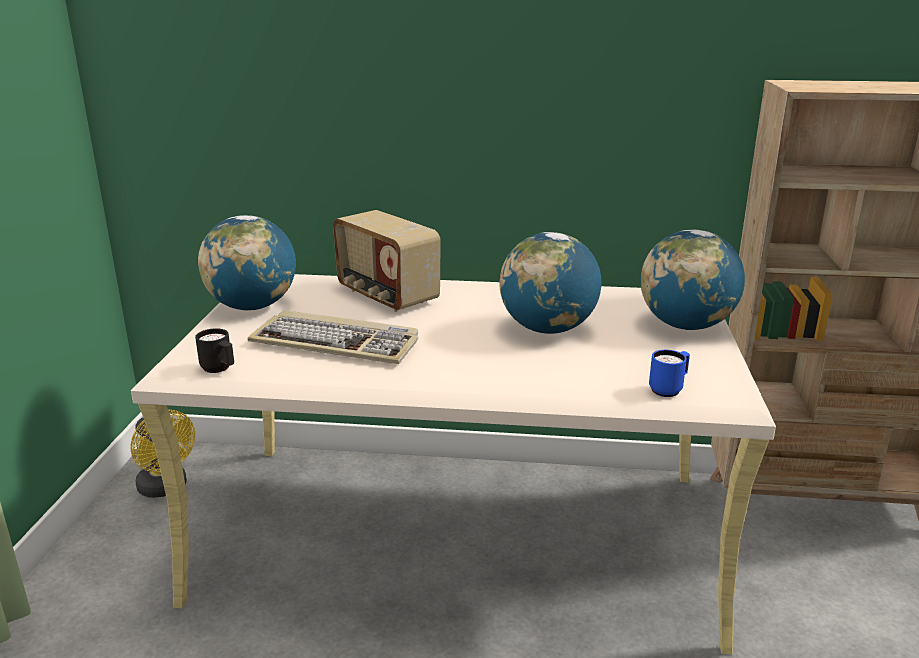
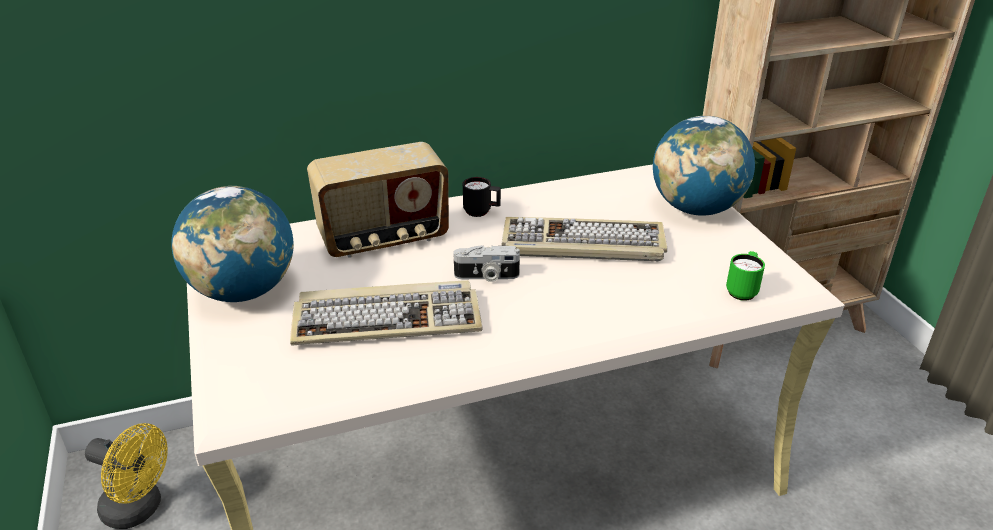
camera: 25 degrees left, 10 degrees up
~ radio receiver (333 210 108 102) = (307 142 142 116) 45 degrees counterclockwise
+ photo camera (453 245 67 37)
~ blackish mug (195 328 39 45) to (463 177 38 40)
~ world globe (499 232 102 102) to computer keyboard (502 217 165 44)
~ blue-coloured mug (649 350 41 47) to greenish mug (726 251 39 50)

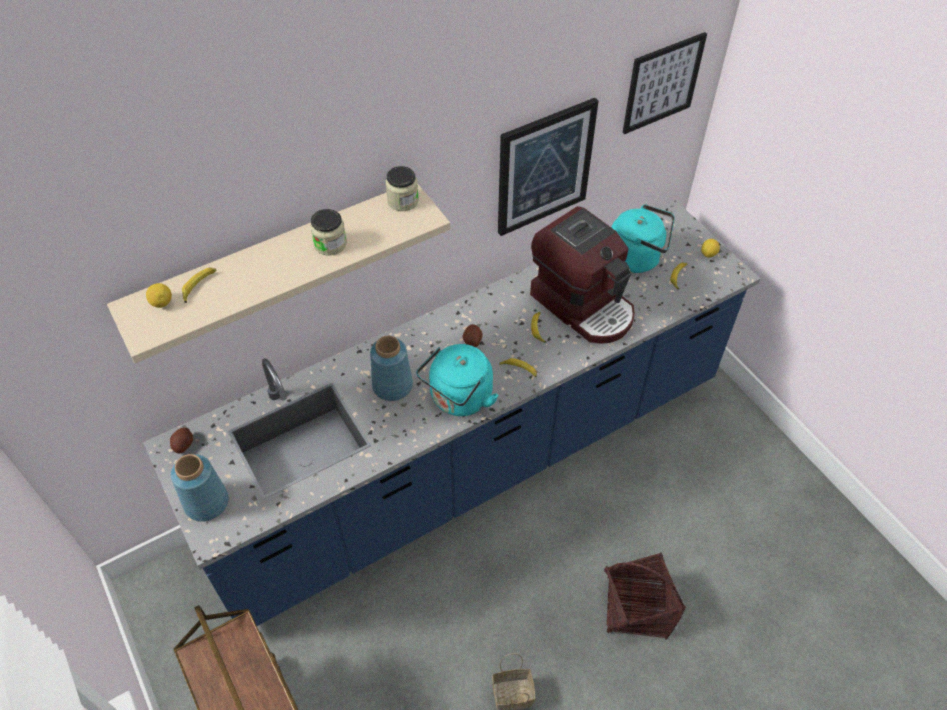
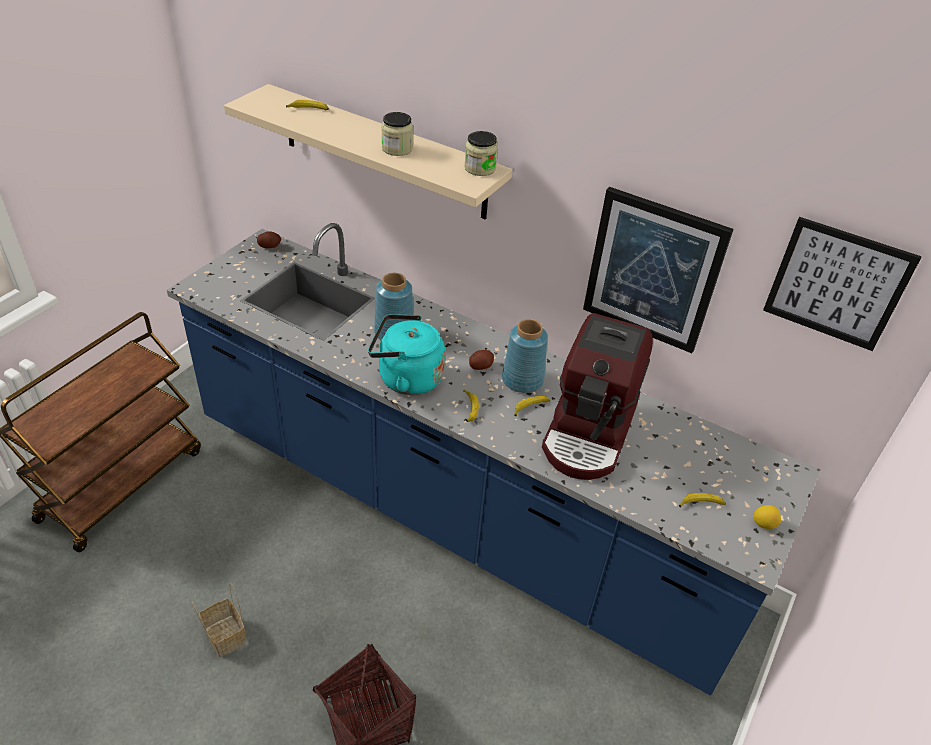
camera: 60 degrees right, 10 degrees down
~ blue-coloured vase (171 454 58 68) to (502 319 46 74)
- lemon (146 283 26 25)
- turquoise water kettle (611 204 64 69)

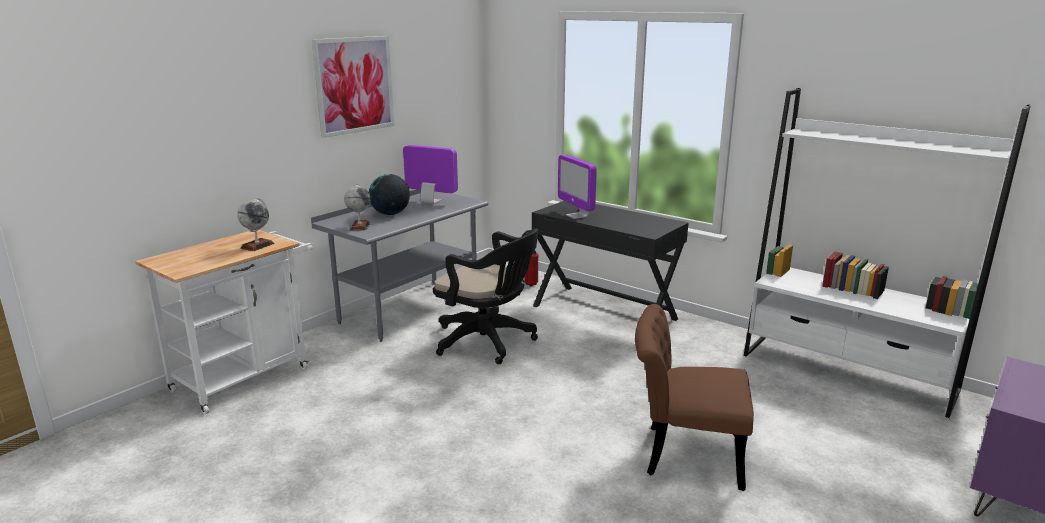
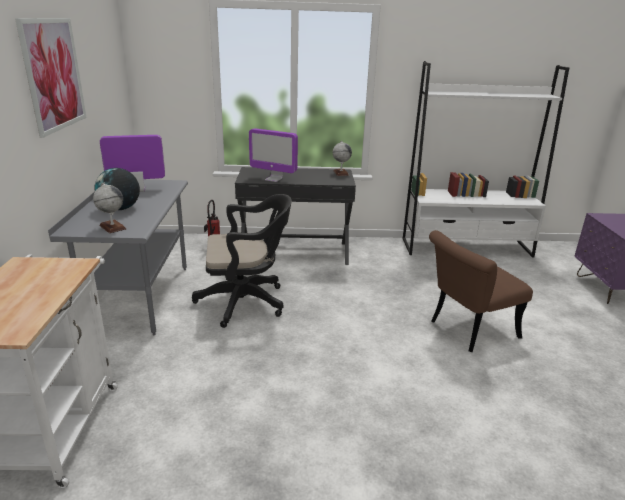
camera: 40 degrees left, 5 degrees up
~ world globe (237 198 38 53) to (333 141 19 35)

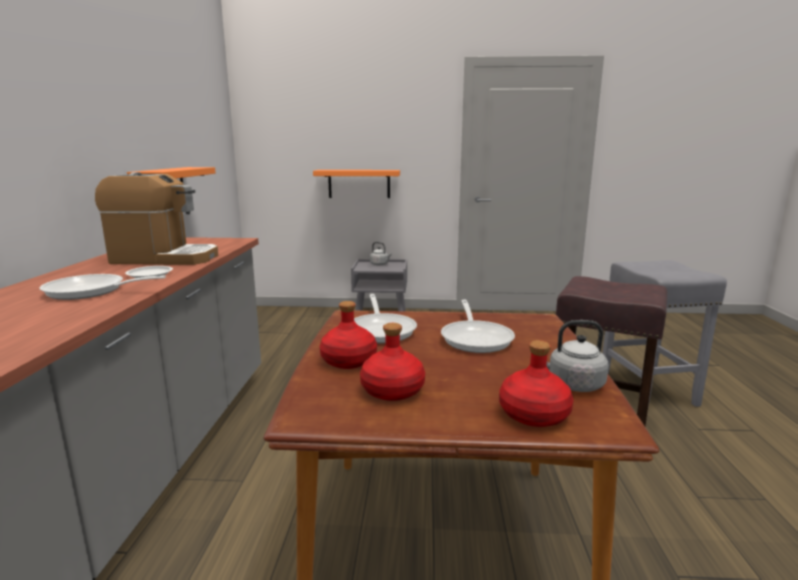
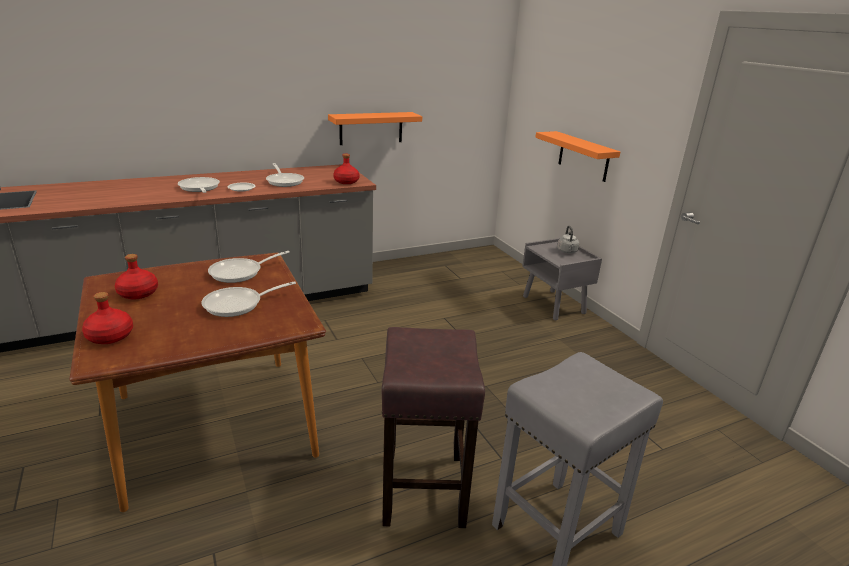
camera: 60 degrees right, 10 degrees up
~ coffee maker (95 172 123 93) to skillet (266 163 38 24)
~ red beverage bottle (320 301 57 68) to (333 154 27 30)
- gray water kettle (546 320 63 72)

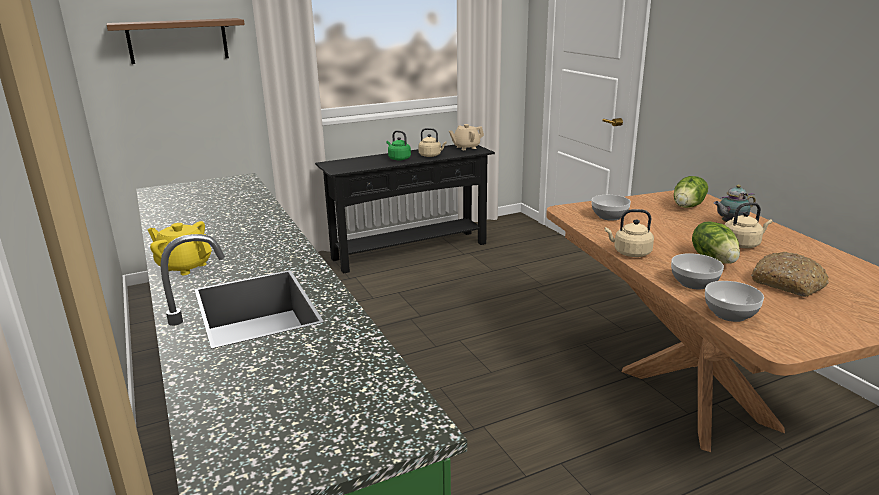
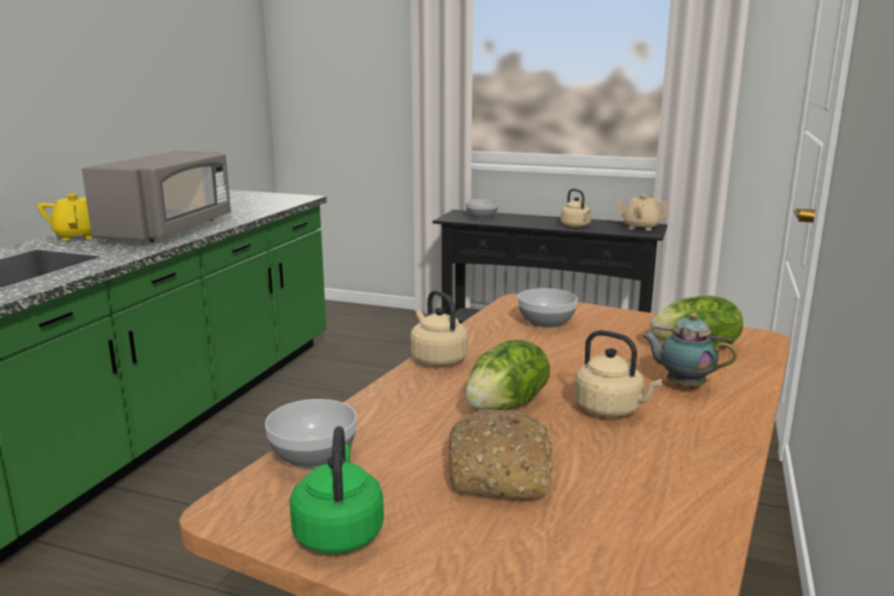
camera: 45 degrees right, 5 degrees down
+ gray kitchen microwave (82 151 149 91)
~ greenish water kettle (387 131 24 30) to (290 426 94 128)
~ serving bowl (671 253 53 36) to (465 199 34 20)
- brown-coloured wall shelf (107 18 138 46)

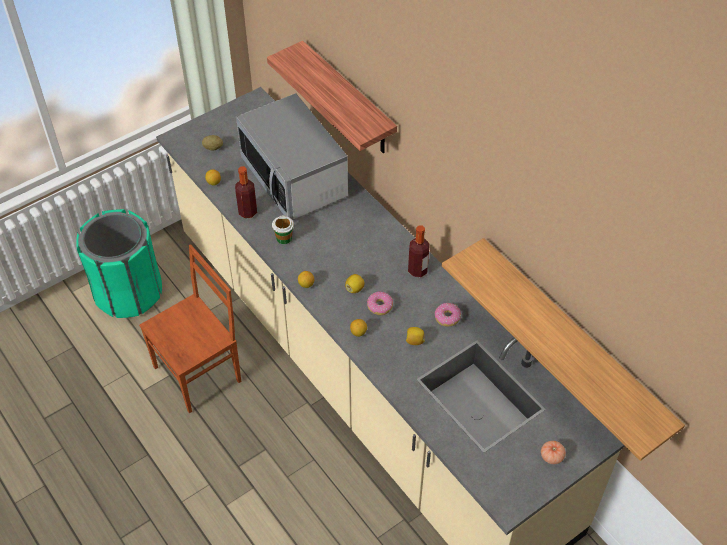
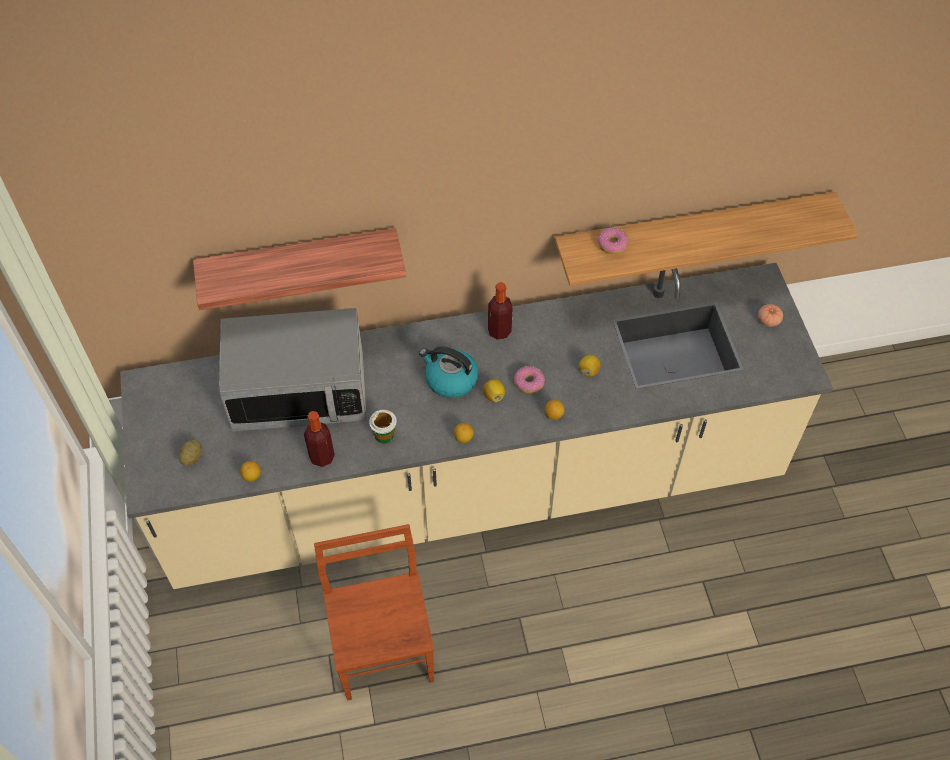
camera: 65 degrees left, 5 degrees up
+ water kettle (419 347 59 51)
~ donut (435 303 26 24) to (598 227 31 27)
- greenish waste bin (76 209 86 109)

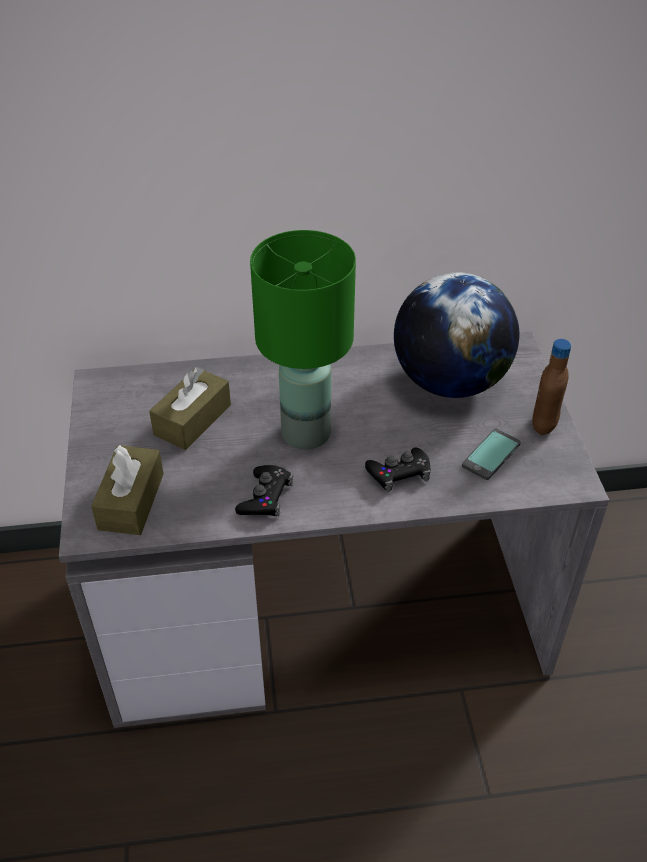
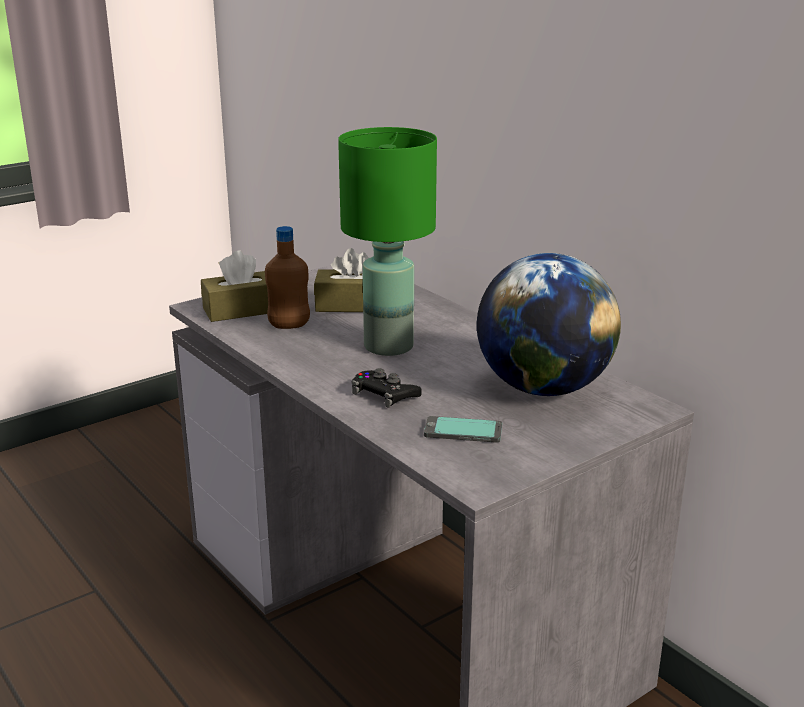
camera: 60 degrees right, 20 degrees down
~ brown-coloured beverage bottle (532 339 39 96) to (265 226 45 103)
- blackish game controller (235 465 58 52)

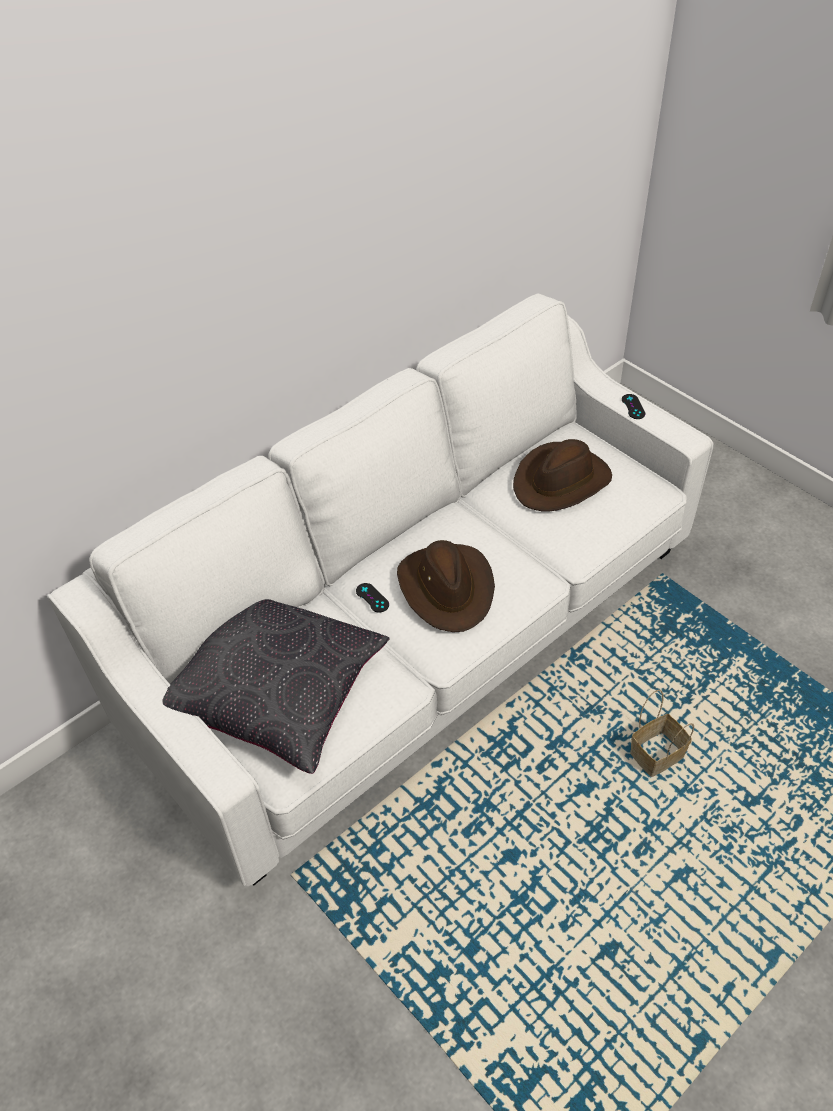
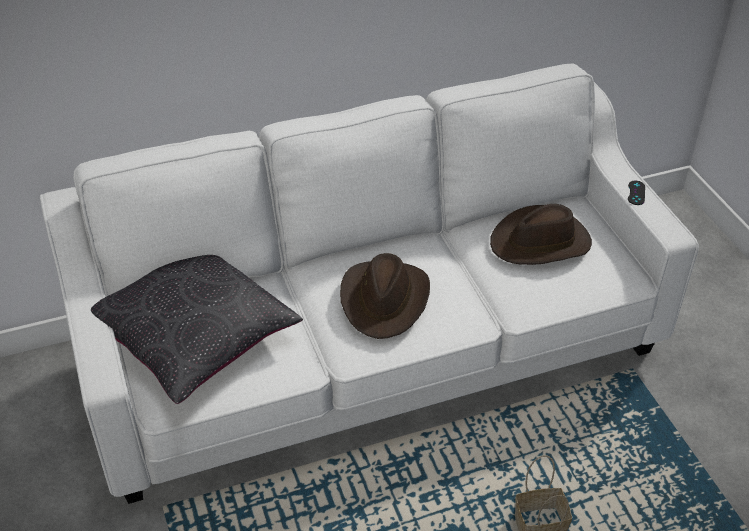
camera: 20 degrees right, 5 degrees down
- blackish game controller (356 583 33 30)

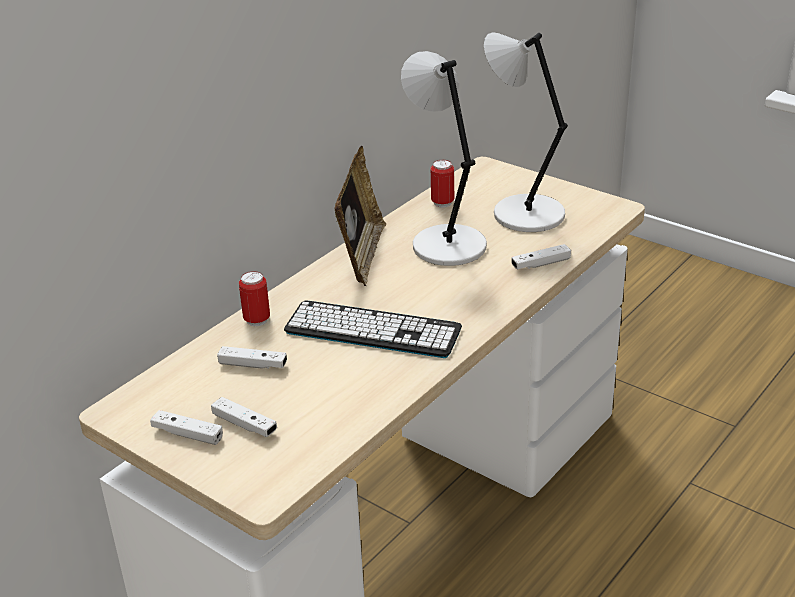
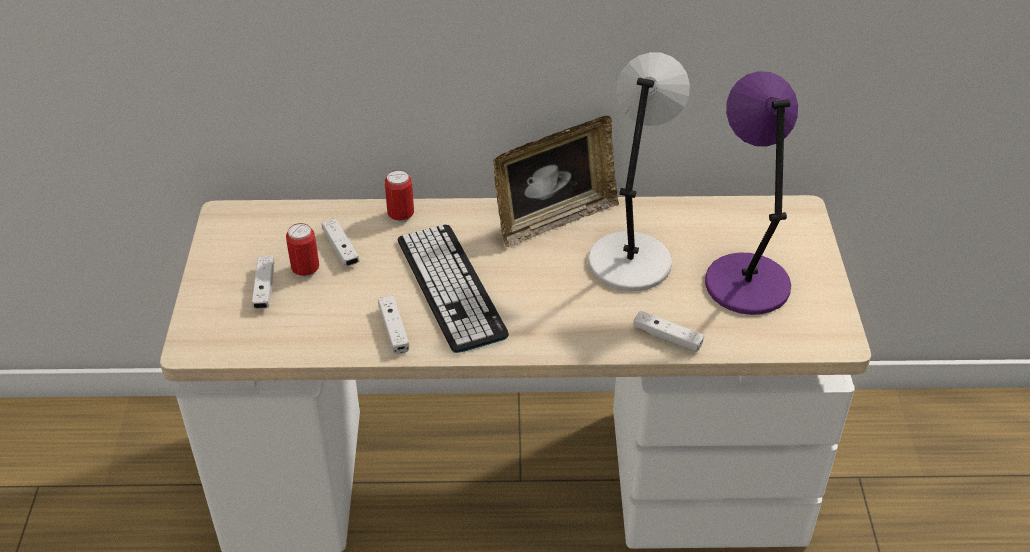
camera: 50 degrees right, 10 degrees up
~ metal can (431 160 23 48) to (286 223 33 55)
~ whitish game controller (150 410 73 35) to (378 296 31 58)
~ gray lamp for a table (484 32 84 200) to purplish lamp for a table (705 71 93 244)

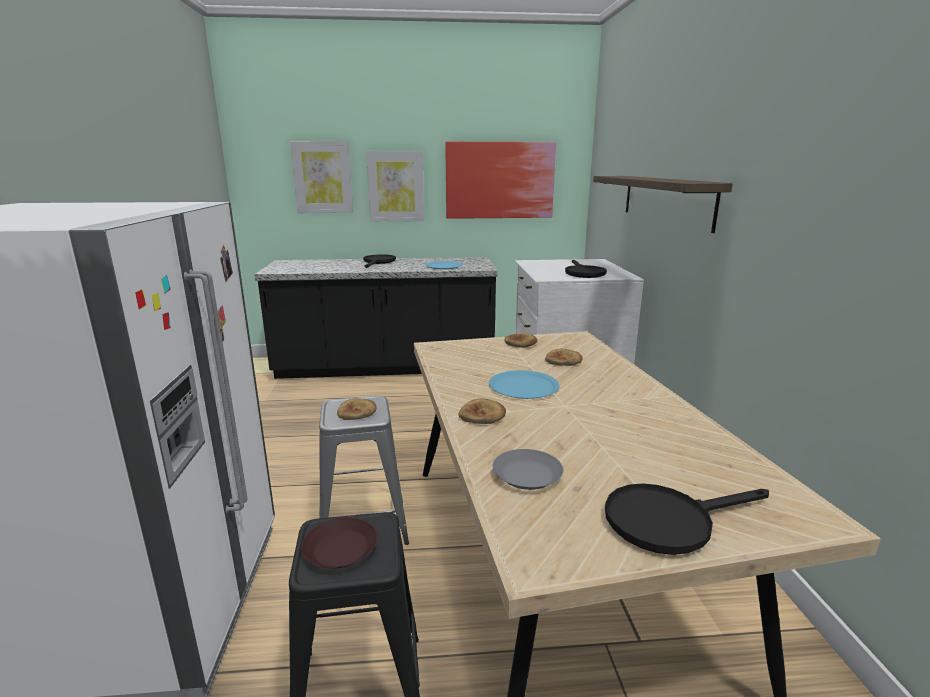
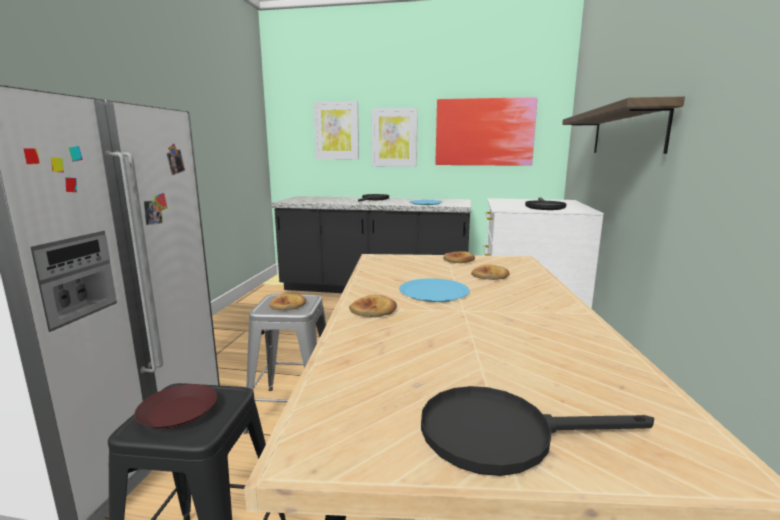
camera: 15 degrees right, 5 degrees down
- gray dinner plate (493 449 70 41)

